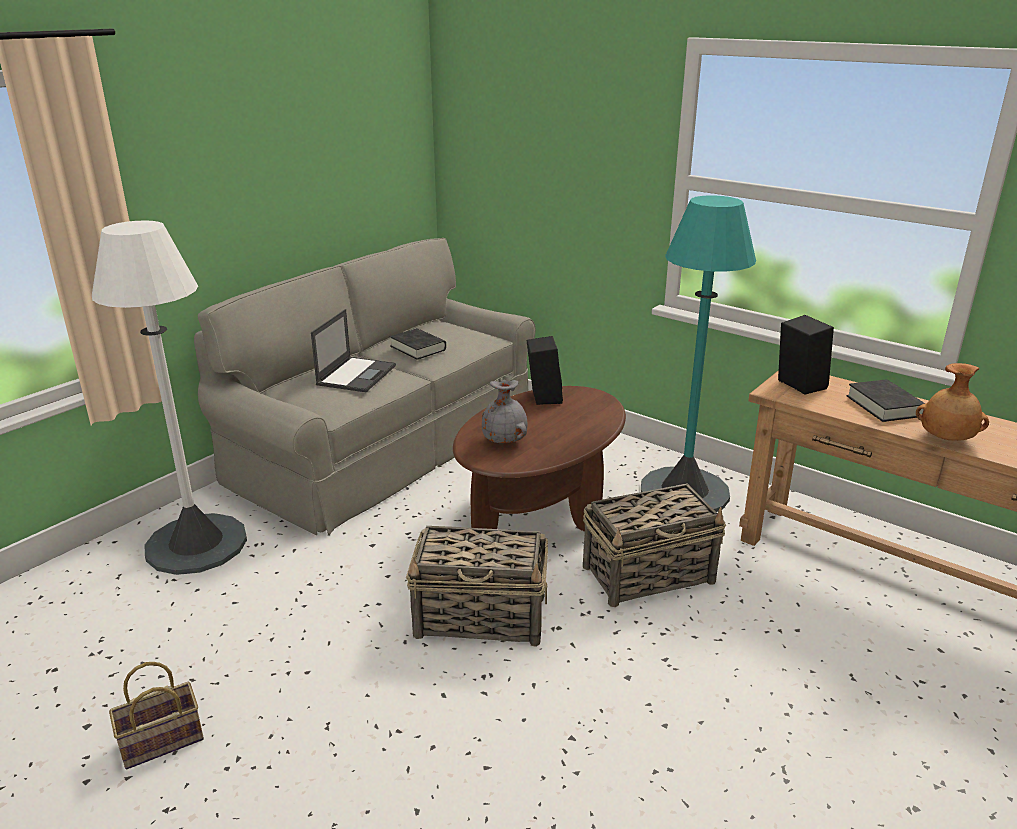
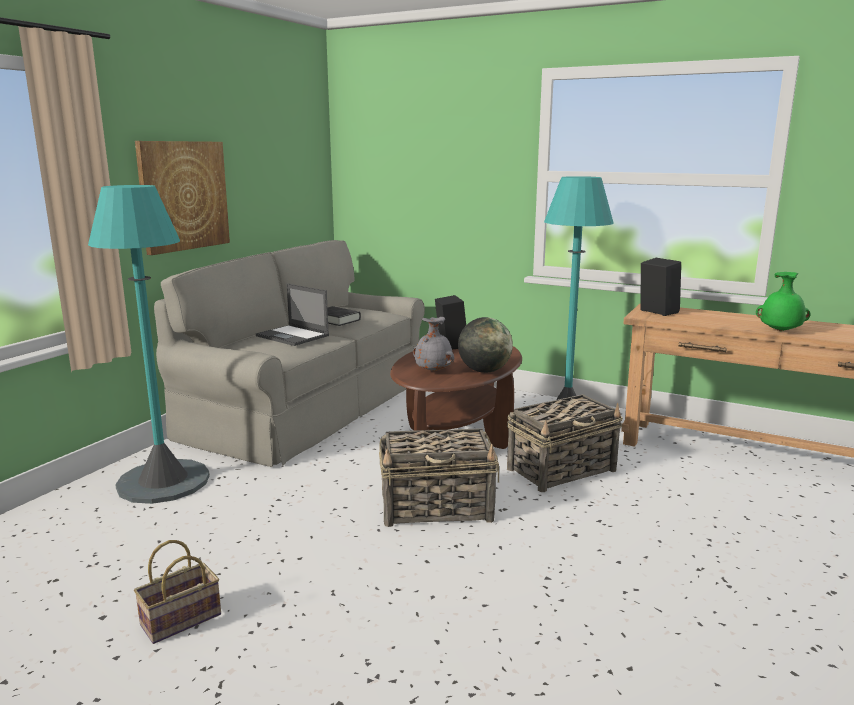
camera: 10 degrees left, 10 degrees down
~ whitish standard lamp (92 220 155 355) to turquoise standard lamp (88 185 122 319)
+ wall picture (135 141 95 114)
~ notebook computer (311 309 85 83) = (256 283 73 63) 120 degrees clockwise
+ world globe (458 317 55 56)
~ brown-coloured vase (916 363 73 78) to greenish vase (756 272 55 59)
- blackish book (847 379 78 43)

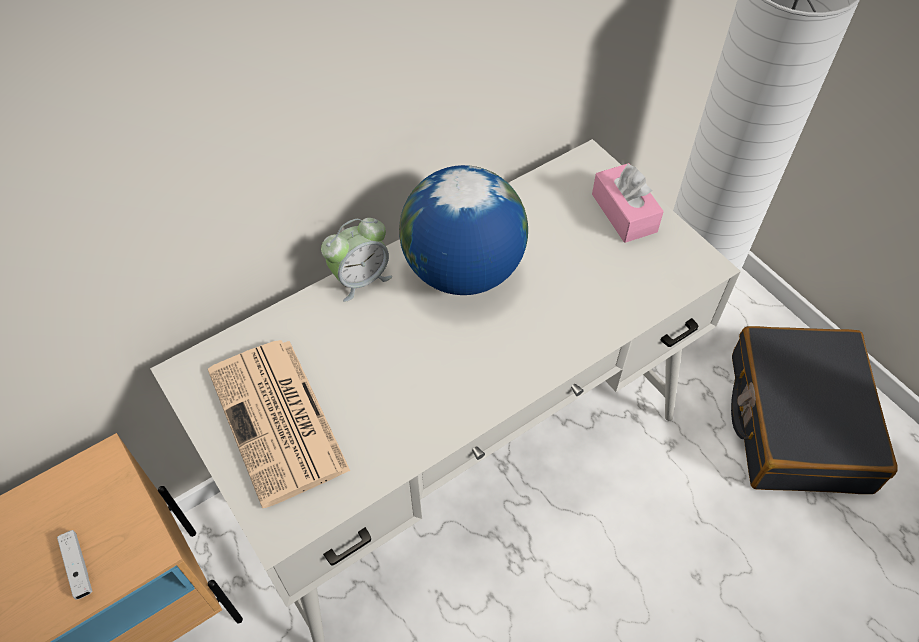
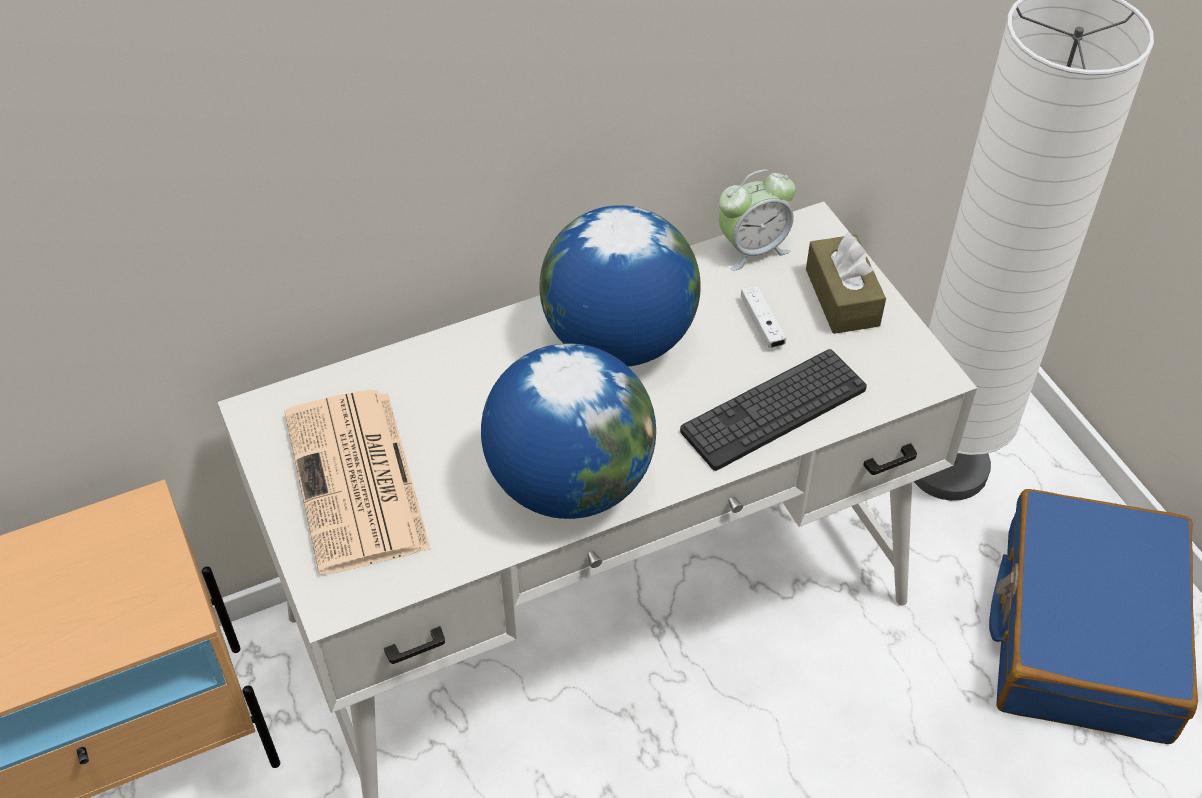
camera: 10 degrees right, 5 degrees down
+ world globe (481 343 175 176)
+ computer keyboard (680 349 187 122)
~ alarm clock (321 218 71 84) to (719 169 77 102)
~ whitish game controller (57 530 36 70) to (741 285 45 63)
~ pink box of tissues (592 163 72 80) to brown-coloured box of tissues (806 233 80 101)
~ blackish suitcase (731 326 167 168) to blue-coloured suitcase (989 489 209 255)

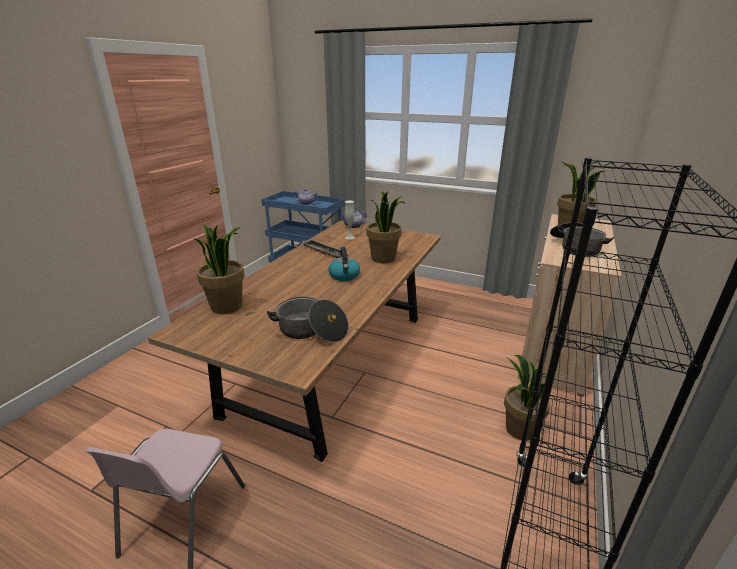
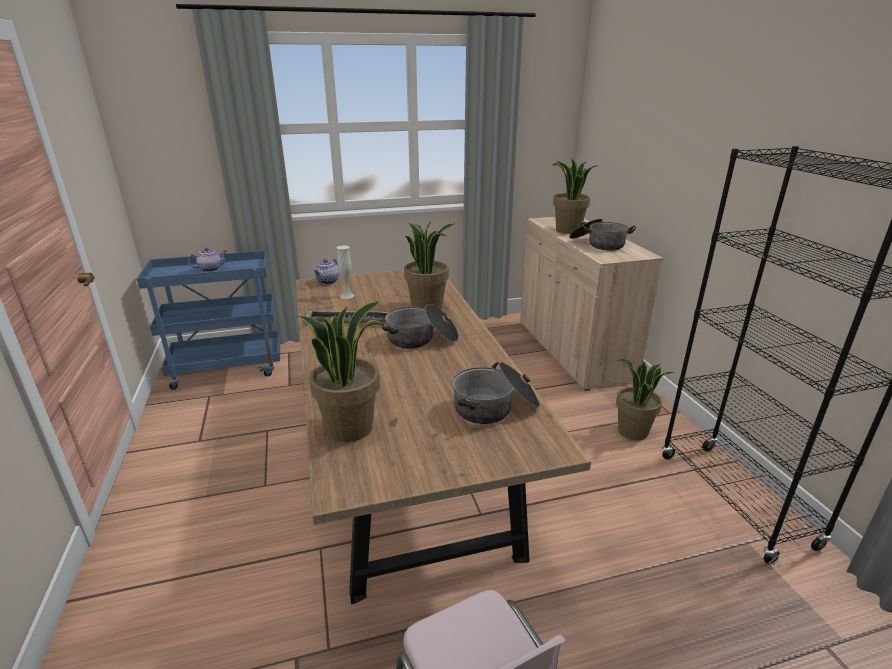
camera: 40 degrees left, 0 degrees up
~ water kettle (328 247 32 34) to saucepot (382 304 77 45)

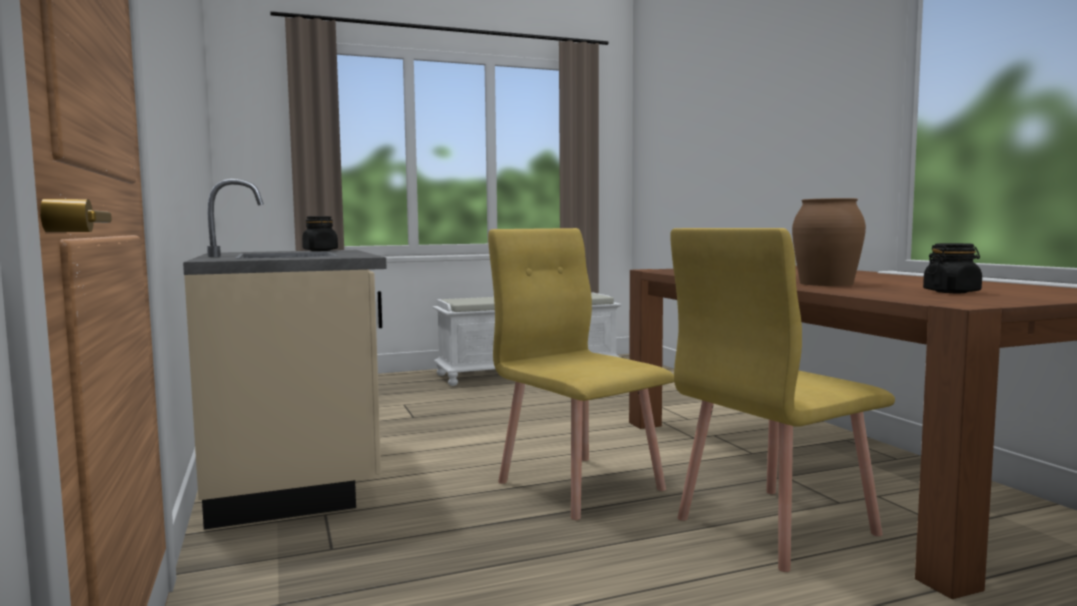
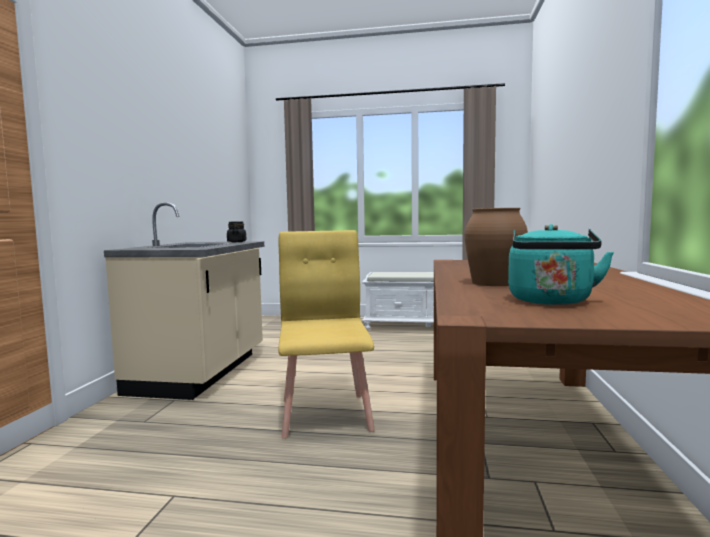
camera: 30 degrees right, 0 degrees up
~ blackish preserve jar (923 243 59 50) to turquoise water kettle (508 224 106 81)
- yellowish plain chair (670 228 225 344)

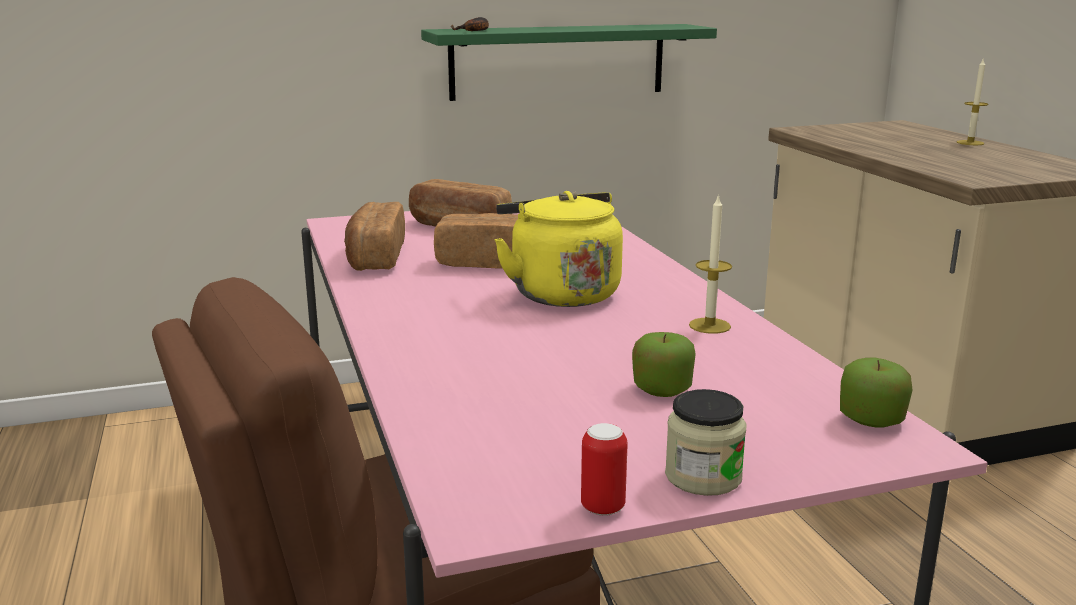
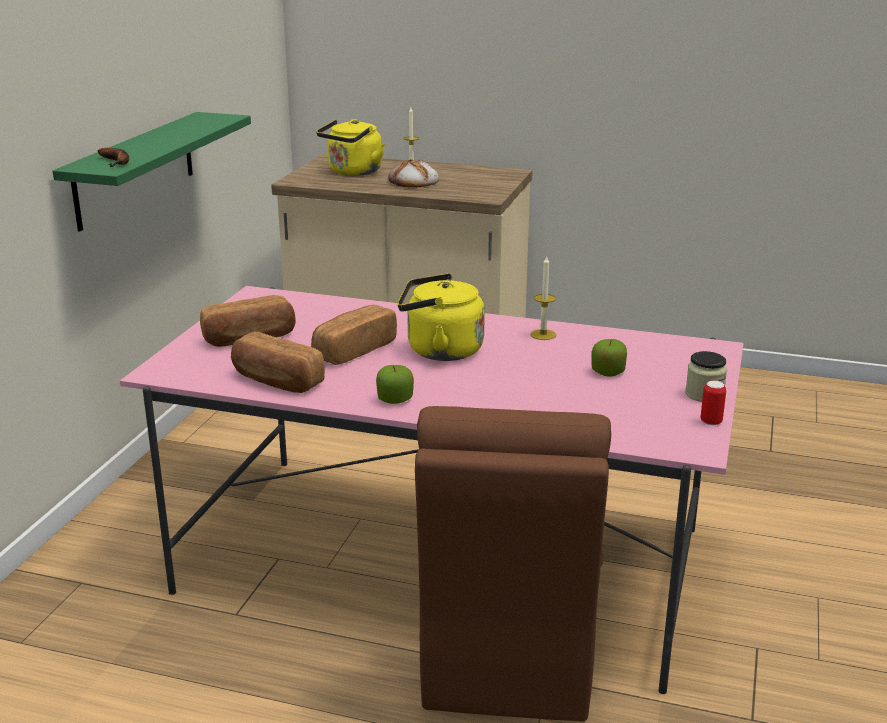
camera: 55 degrees left, 5 degrees up
+ yellowish water kettle (316 119 69 57)
~ apple (840 357 73 70) to (376 365 38 39)
+ bakery bread (388 159 51 29)

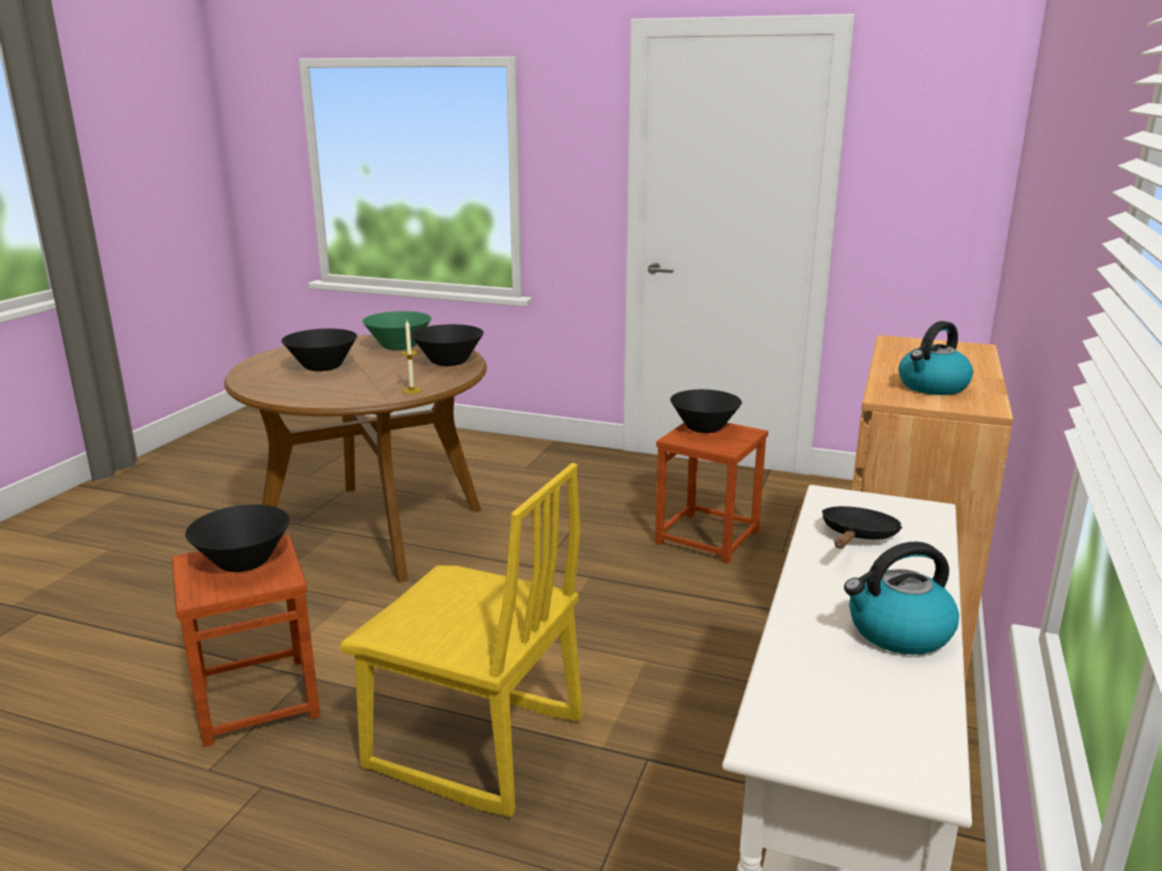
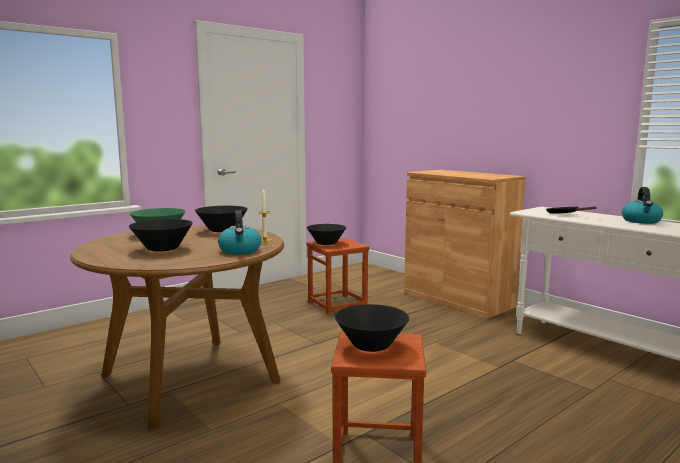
camera: 60 degrees left, 10 degrees down
~ water kettle (899 321 74 74) to (218 210 43 44)
- yellowish plain chair (340 463 243 354)

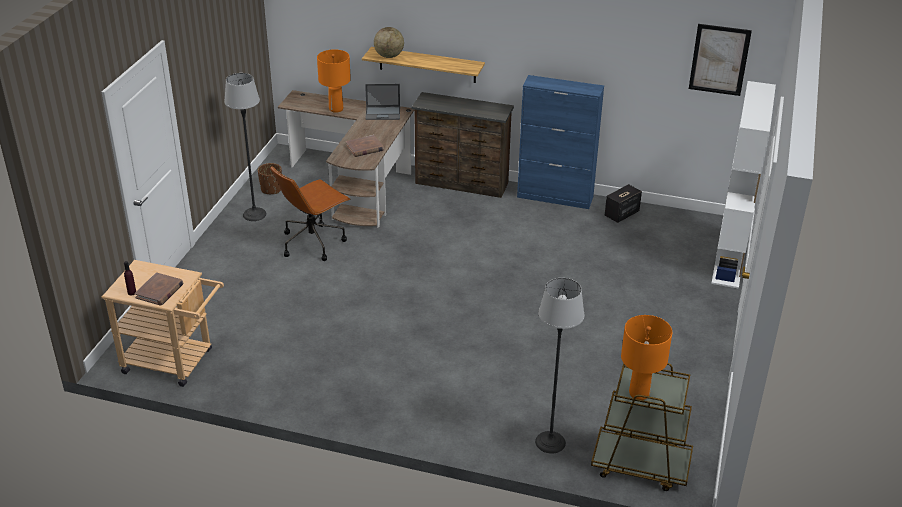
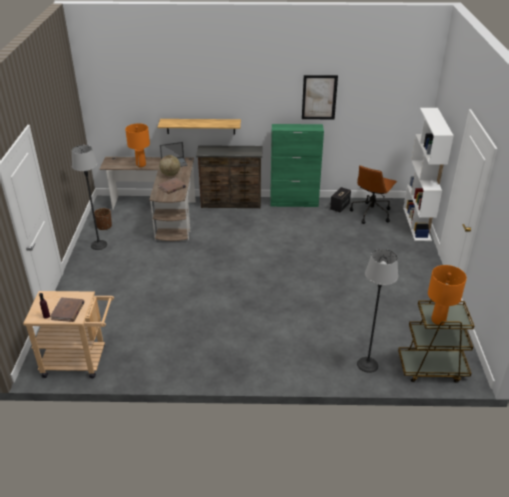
camera: 15 degrees left, 0 degrees up
~ world globe (374 27 30 31) to (159 155 21 21)
~ blue-coloured cabinet (517 75 87 134) to greenish cabinet (270 124 54 83)
~ wall picture (689 24 63 72) to (302 75 36 44)
~ brown-coloured office chair (270 166 80 95) to (350 165 47 59)

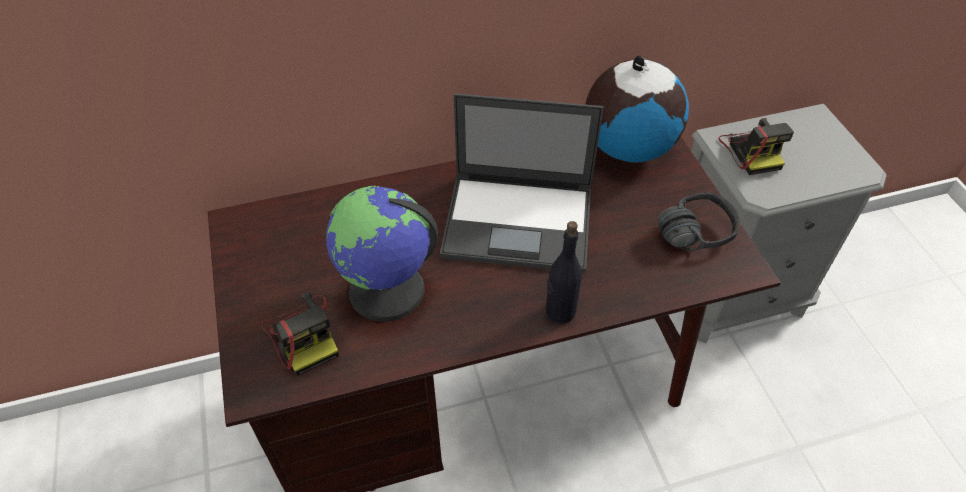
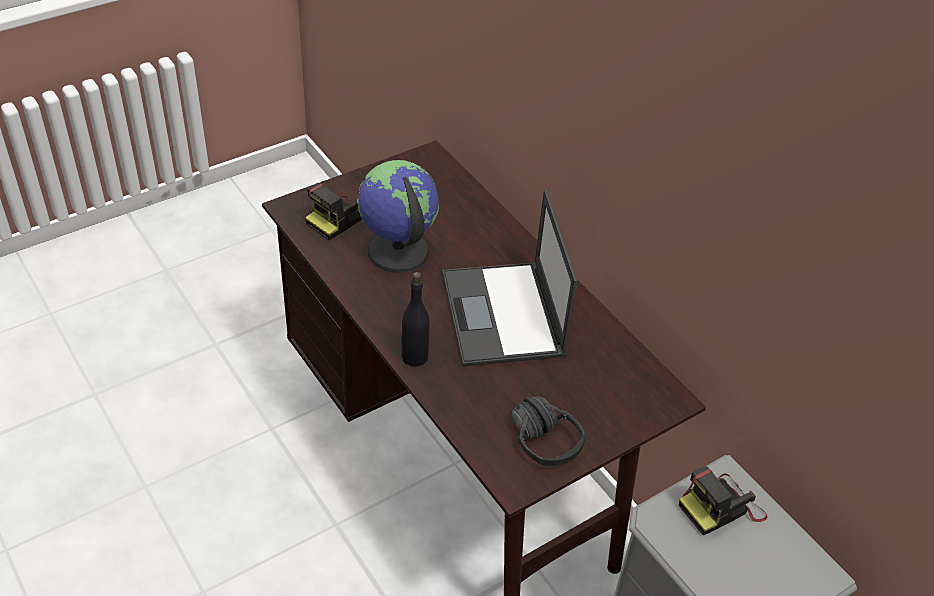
camera: 70 degrees right, 5 degrees down
- world globe (585 56 104 107)

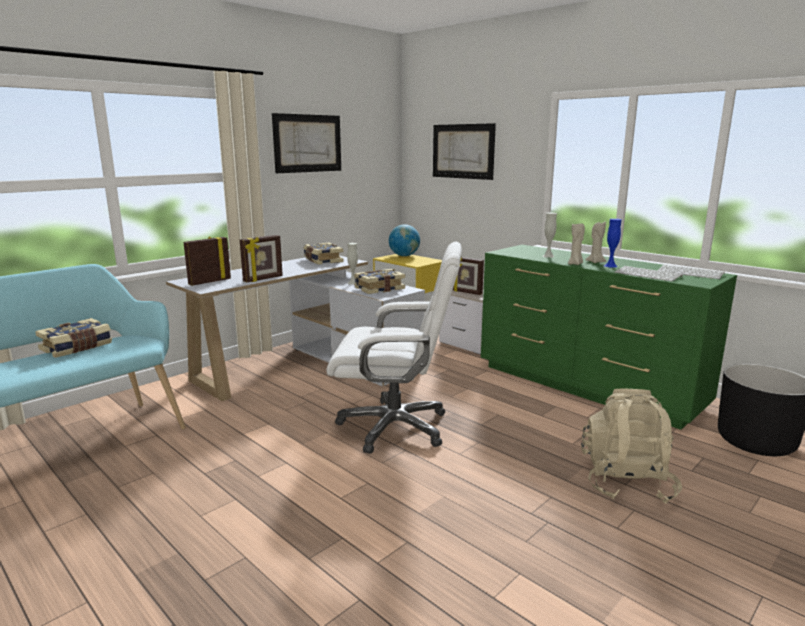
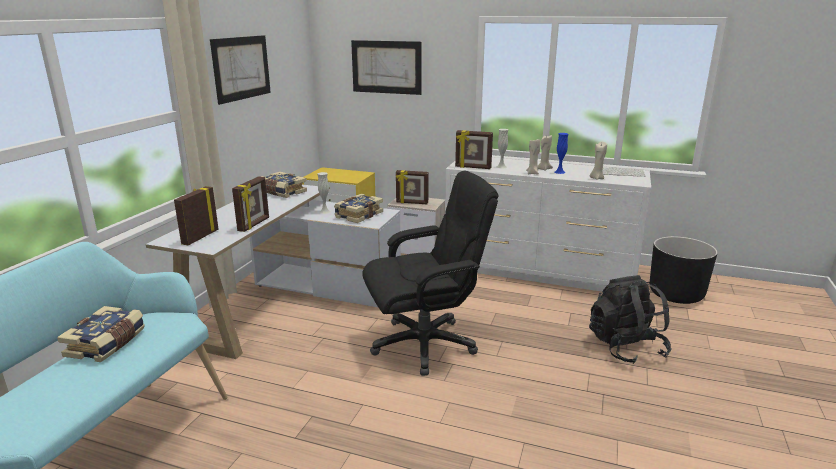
camera: 25 degrees left, 5 degrees up
~ whitish office chair (327 242 135 212) to blackish office chair (362 171 136 205)
~ greenish drawer chest (481 245 256 185) to whitish drawer chest (445 158 206 134)
+ picture frame (455 130 38 39)
~ beige knapsack (581 388 101 116) to blackish knapsack (589 275 83 89)
~ computer keyboard (615 266 68 16) to beige wax light (590 142 17 37)
- world globe (389 224 31 32)

